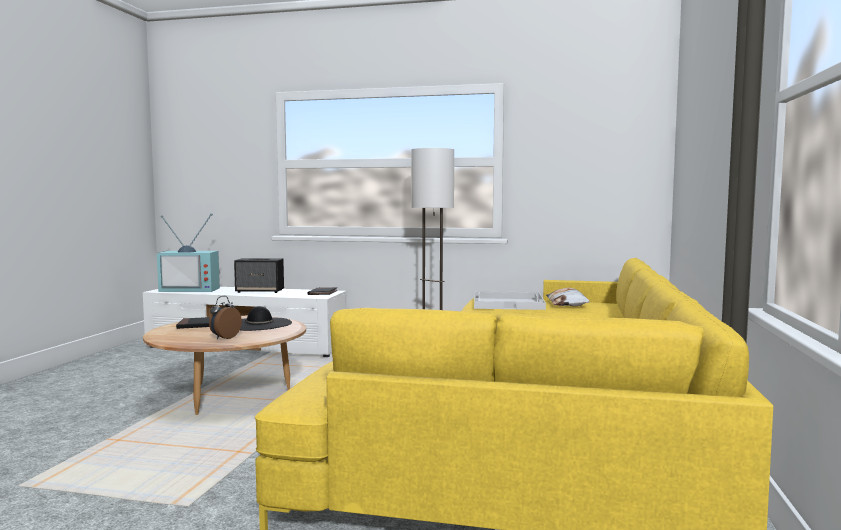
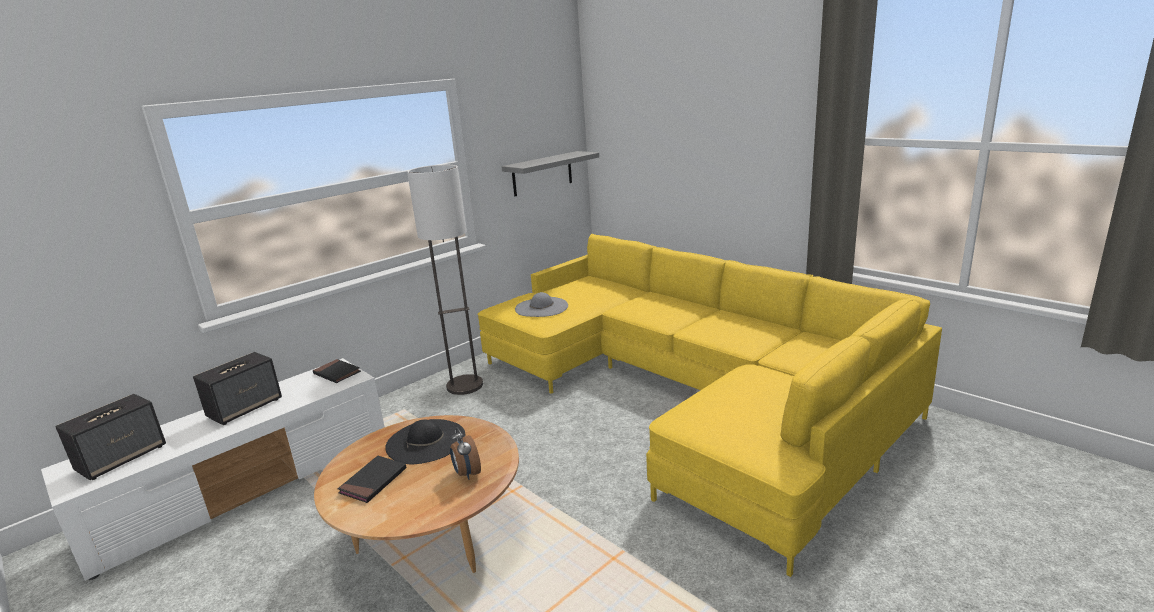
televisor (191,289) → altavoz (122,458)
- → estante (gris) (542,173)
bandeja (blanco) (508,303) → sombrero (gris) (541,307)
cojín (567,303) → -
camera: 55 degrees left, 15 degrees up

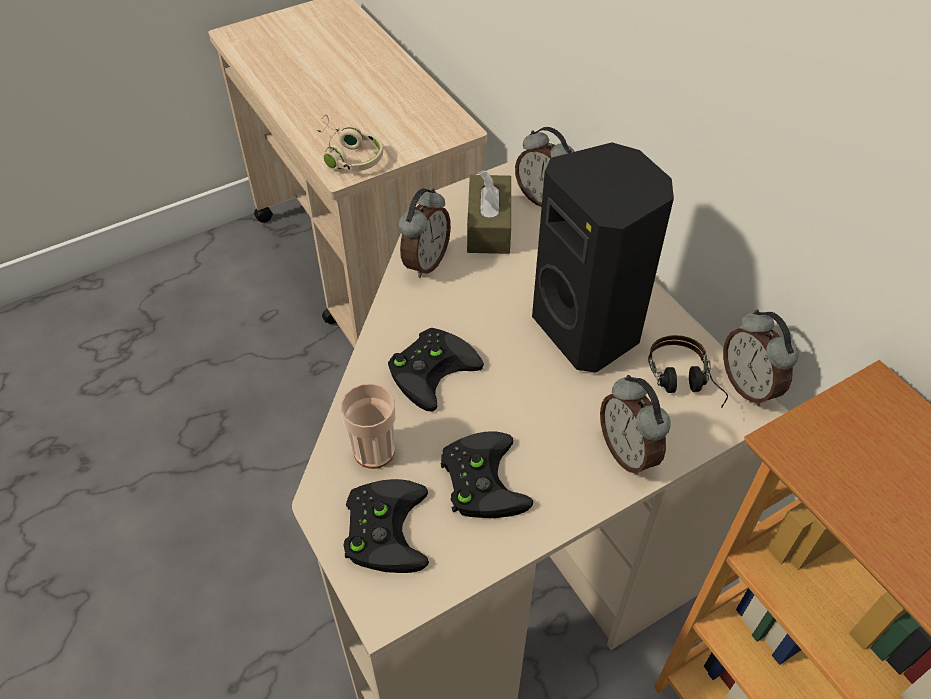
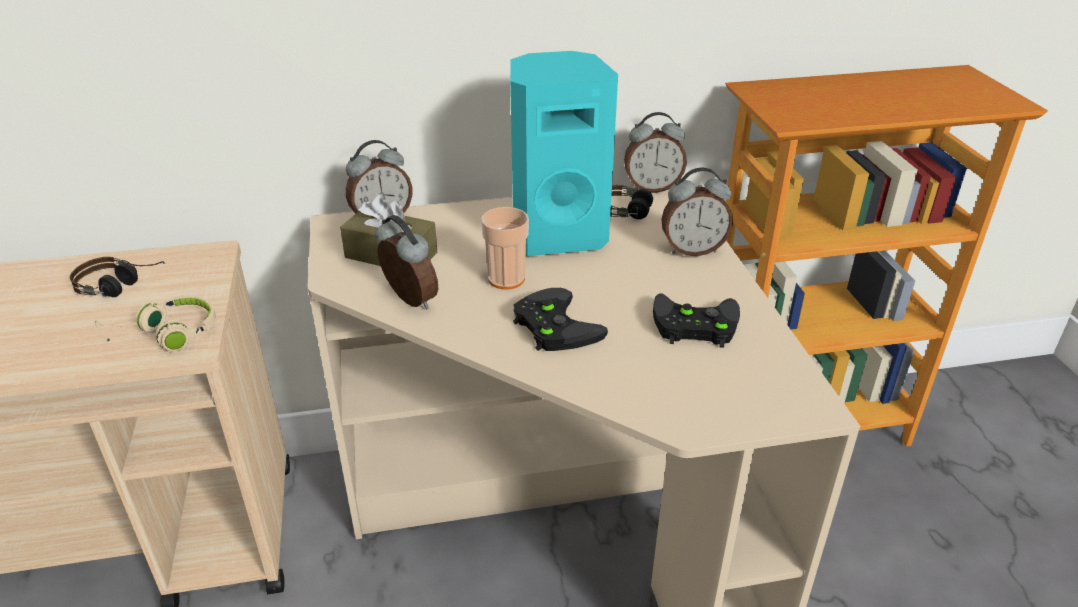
- → auriculares (123,287)
taza (374,451) → taza (506,279), relocated
altavoz (negro) (589,329) → altavoz (turquesa) (556,235)
mando de consola (negro) (383,527) → -
camera: 70 degrees left, 15 degrees down

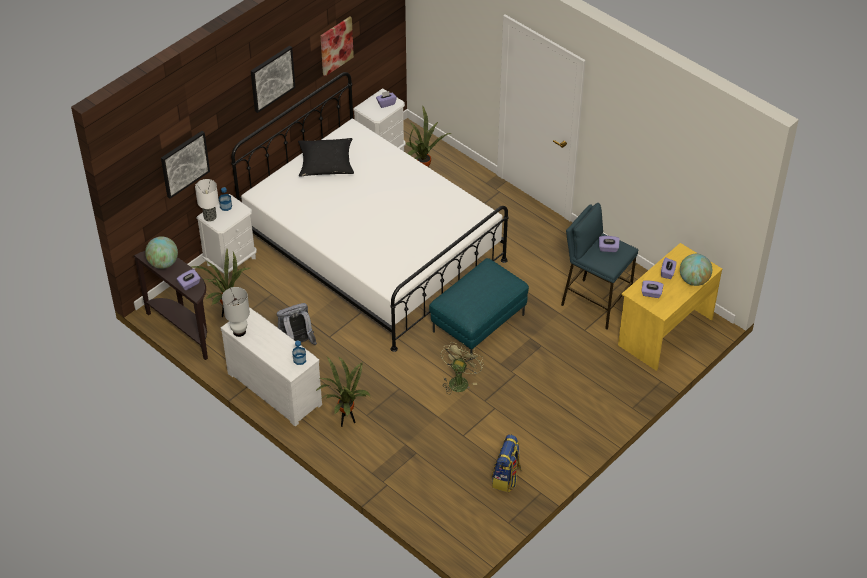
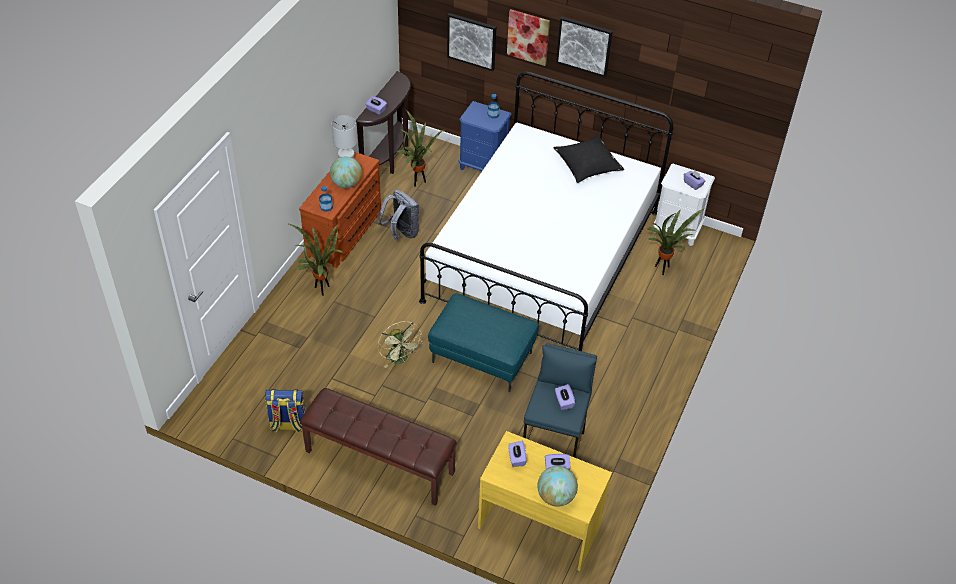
cómoda (blanco) (276,387) → cómoda (marrón) (346,233)
- → banco (marrón) (379,462)
globo terráqueo (163,263) → globo terráqueo (346,184), relocated
ventilador (verde) (459,381) → ventilador (verde) (400,359), 60 degrees clockwise
mesita de noche (blanco) (231,260) → mesita de noche (azul) (483,166)
cuadro (336,46) → cuadro (528,37), relocated
lámpara de mesa (209,217) → -
camera: 70 degrees right, 0 degrees up

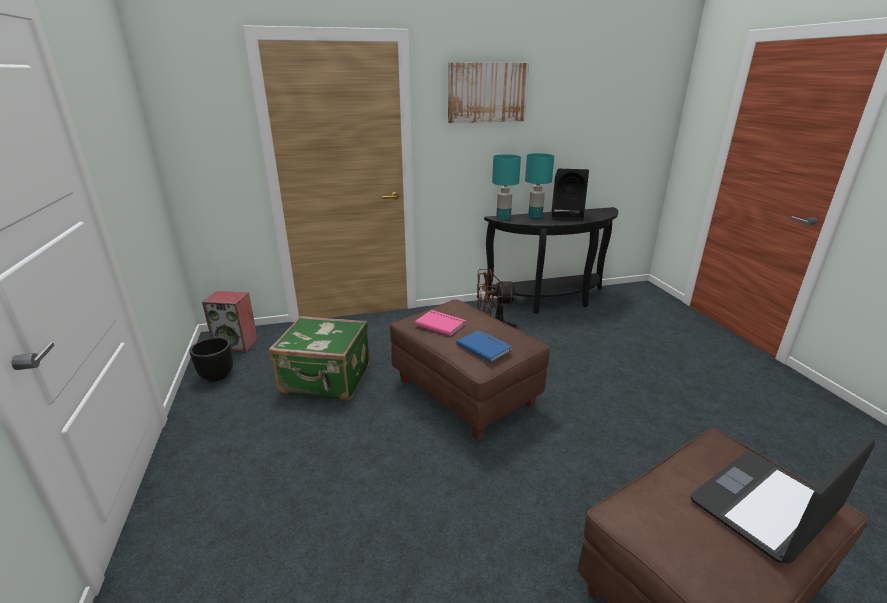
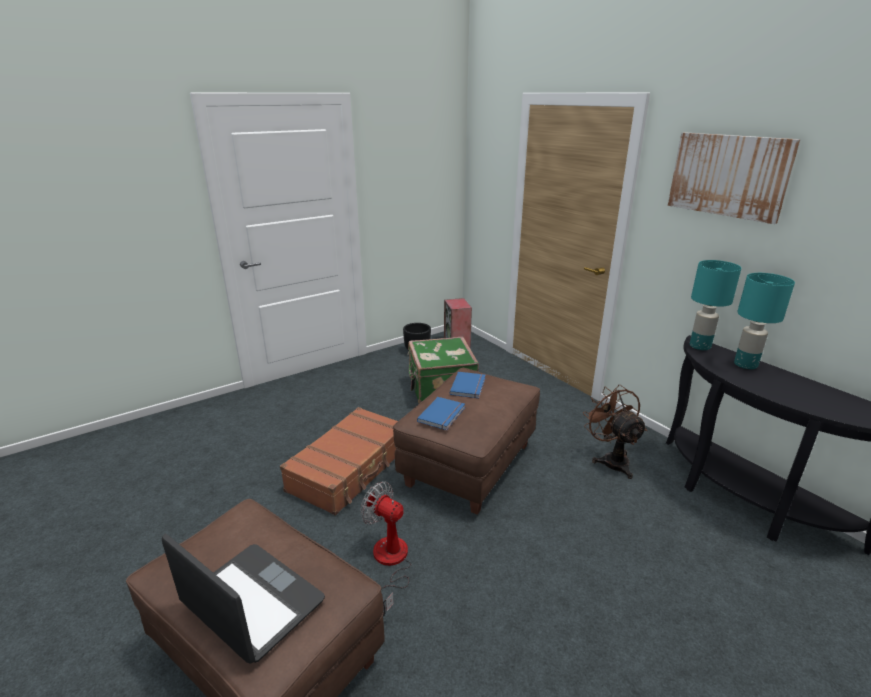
- → maleta (marrón) (350,469)
- → ventilador (390,562)
libro (rosa) (441,324) → libro (azul) (469,386)
altavoz (negro) (567,216) → -
camera: 70 degrees right, 0 degrees up

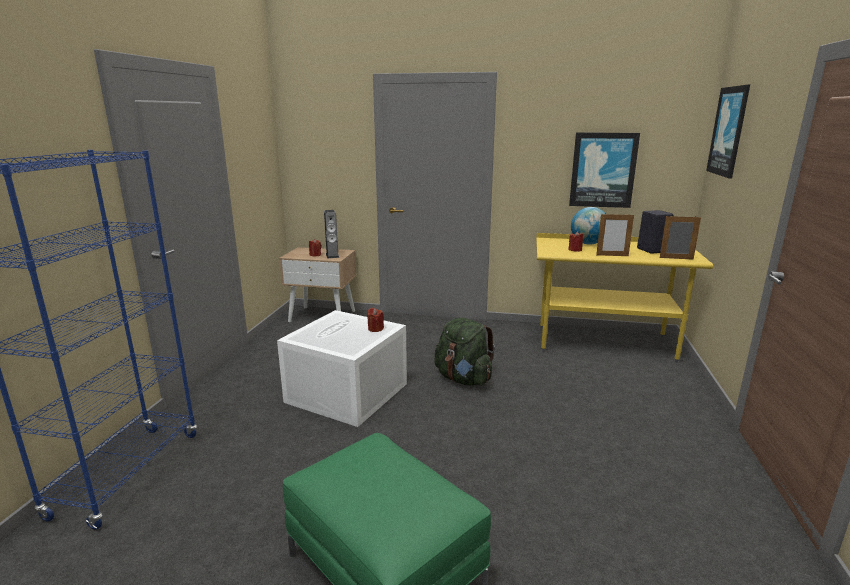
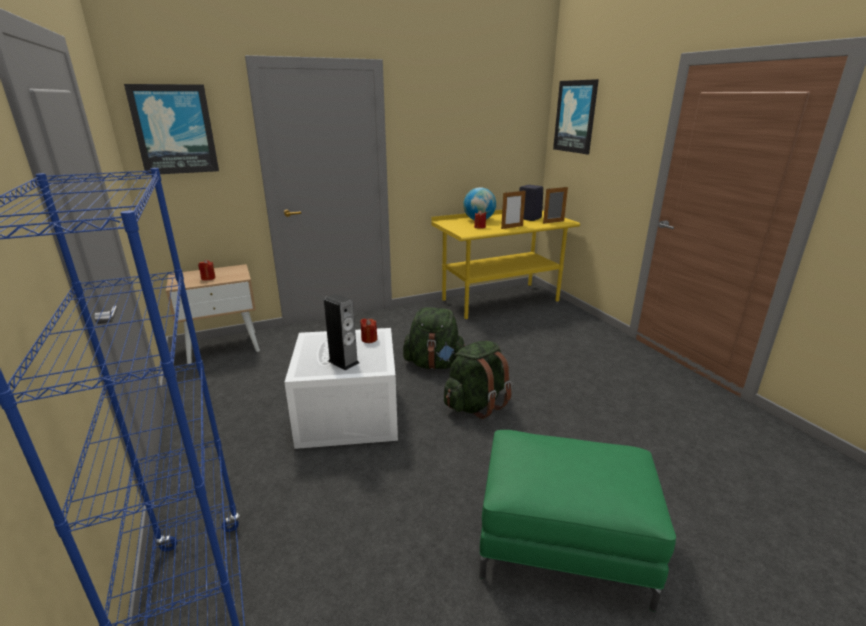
cuadro (603,170) → cuadro (174,130), relocated
altavoz (332,255) → altavoz (343,362), relocated
- → mochila (verde) (476,404)
camera: 35 degrees left, 5 degrees up

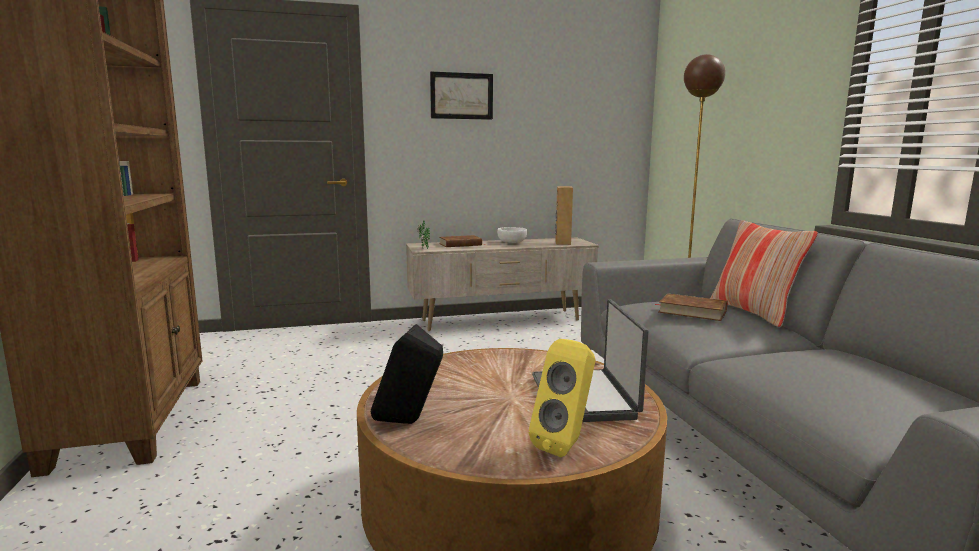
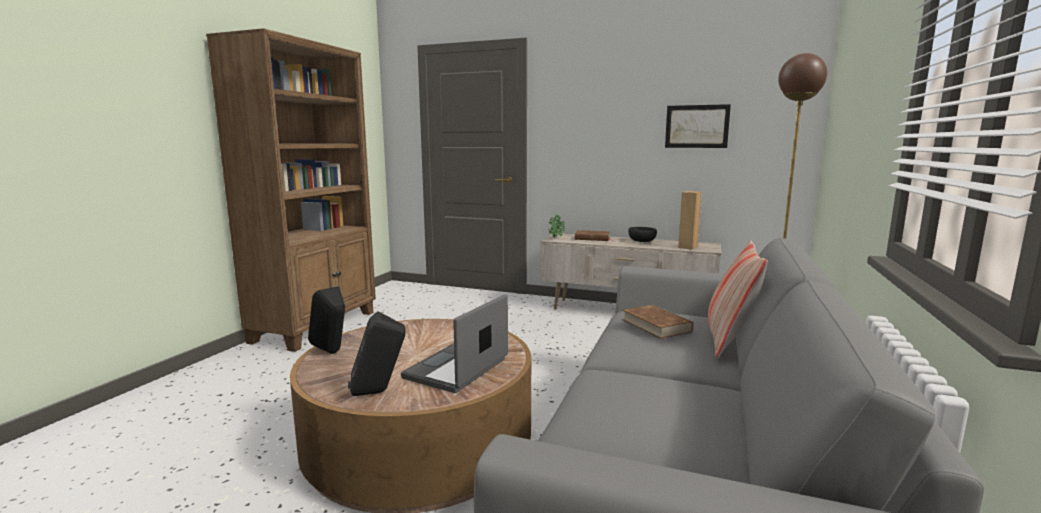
altavoz (amarillo) (566,445) → altavoz (negro) (379,392)
cuenco (blanco) (512,242) → cuenco (negro) (641,241)
cuadro (461,96) → cuadro (696,126), relocated
camera: 35 degrees right, 0 degrees up

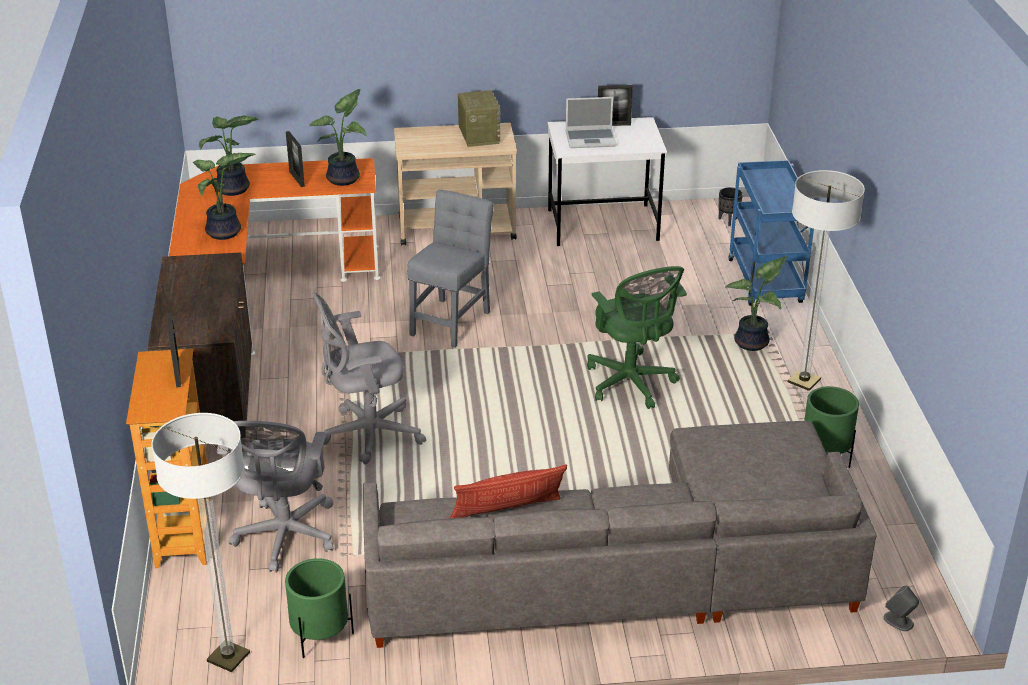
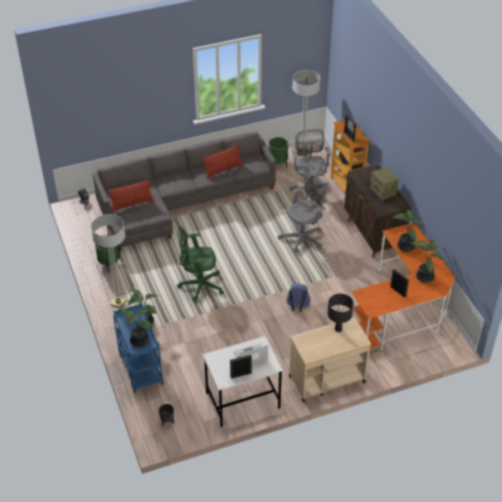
- → cojín (132,204)
planta en maceta (345,179) → planta en maceta (138,342), relocated
silla de oficina (verde) (631,384) → silla de oficina (verde) (199,285), 60 degrees counterclockwise
silla (gris) (451,320) → mochila (azul) (297,307)
- → lámpara de mesa (negro) (338,329)
radio (478,136) → radio (383,191), relocated
camera: 165 degrees right, 10 degrees up

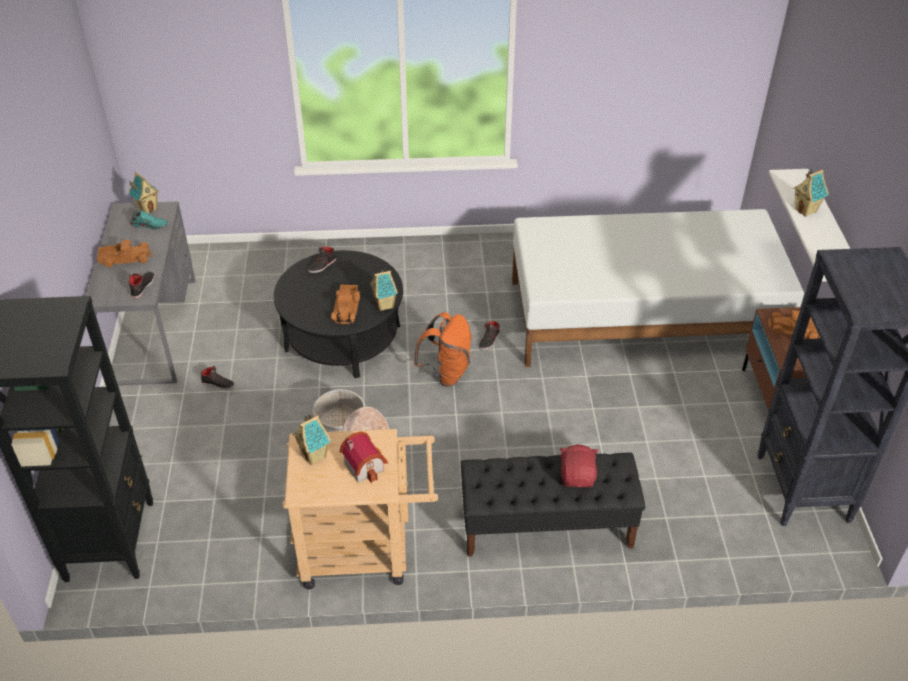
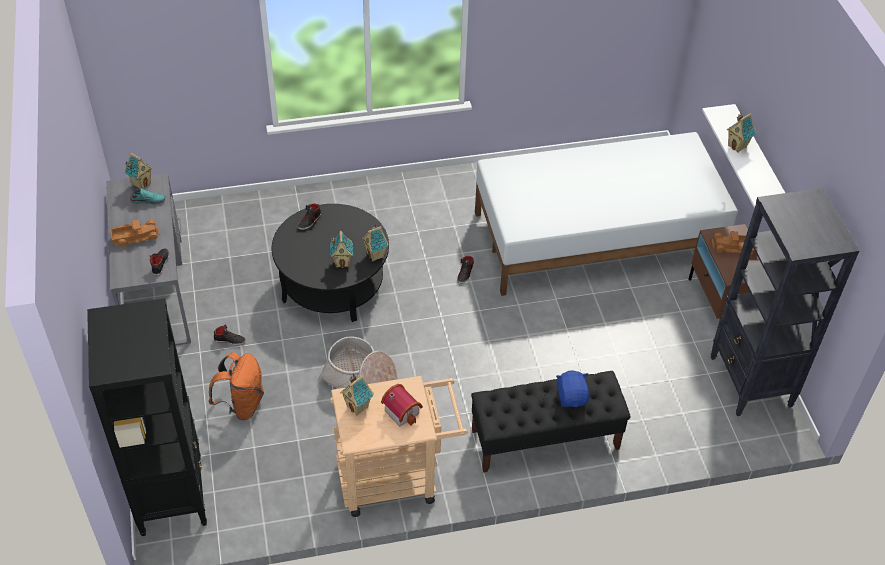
mochila (naranja) (446,373) → mochila (naranja) (242,404), relocated
camión de juguete (347,309) → casita (342,262)
peluche (rojo) (577,477) → peluche (azul) (572,397)
camera: 10 degrees left, 5 degrees up

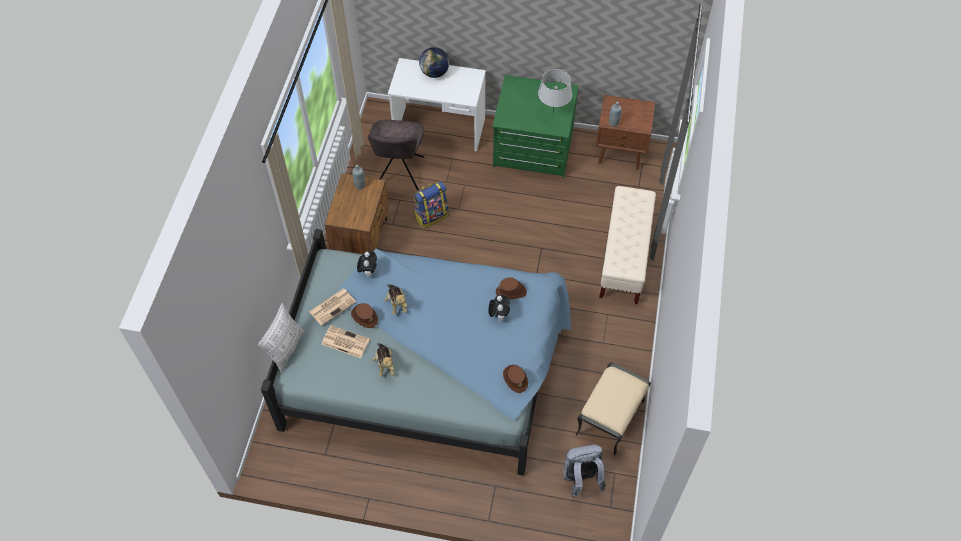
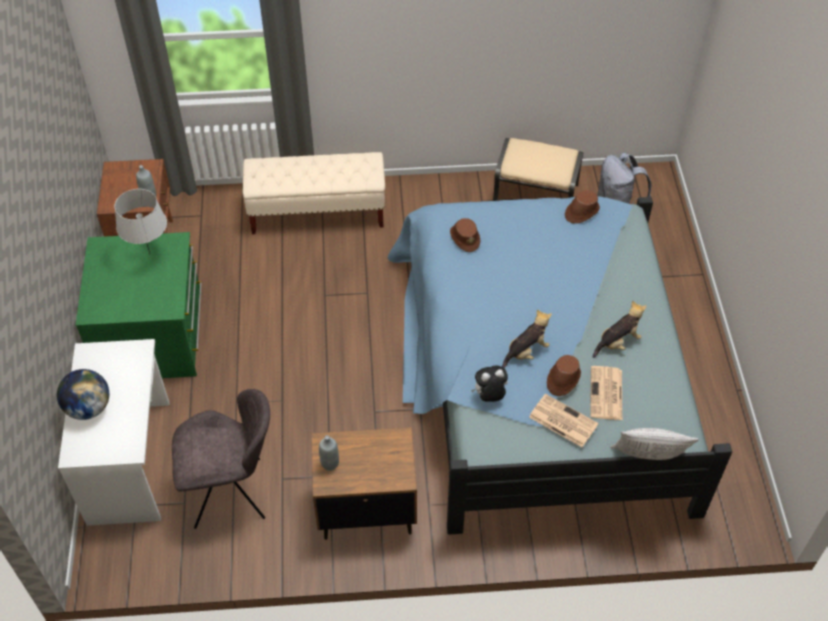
mochila (431,216) → -
peluche (498,315) → -
camera: 105 degrees left, 5 degrees down

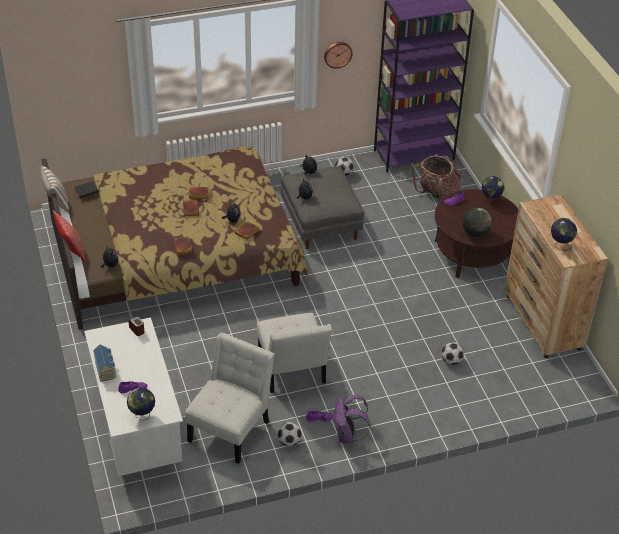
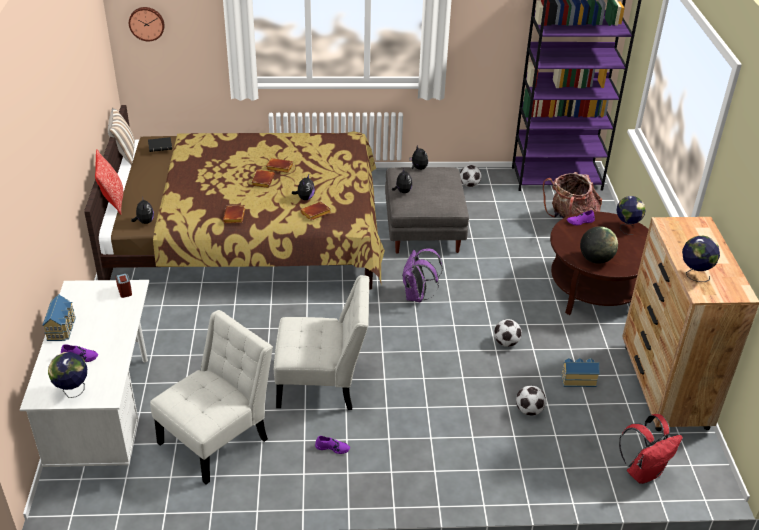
reloj de pared (337,54) → reloj de pared (146,23), relocated
silla (blanco) (292,371) → silla (blanco) (322,384), 90 degrees counterclockwise
mochila (morado) (347,436) → mochila (morado) (417,296), relocated
balón de fútbol (289,442) → balón de fútbol (506,343), relocated
- → casita (577,379)
- → mochila (rojo) (643,471)
camera: 15 degrees right, 5 degrees down

